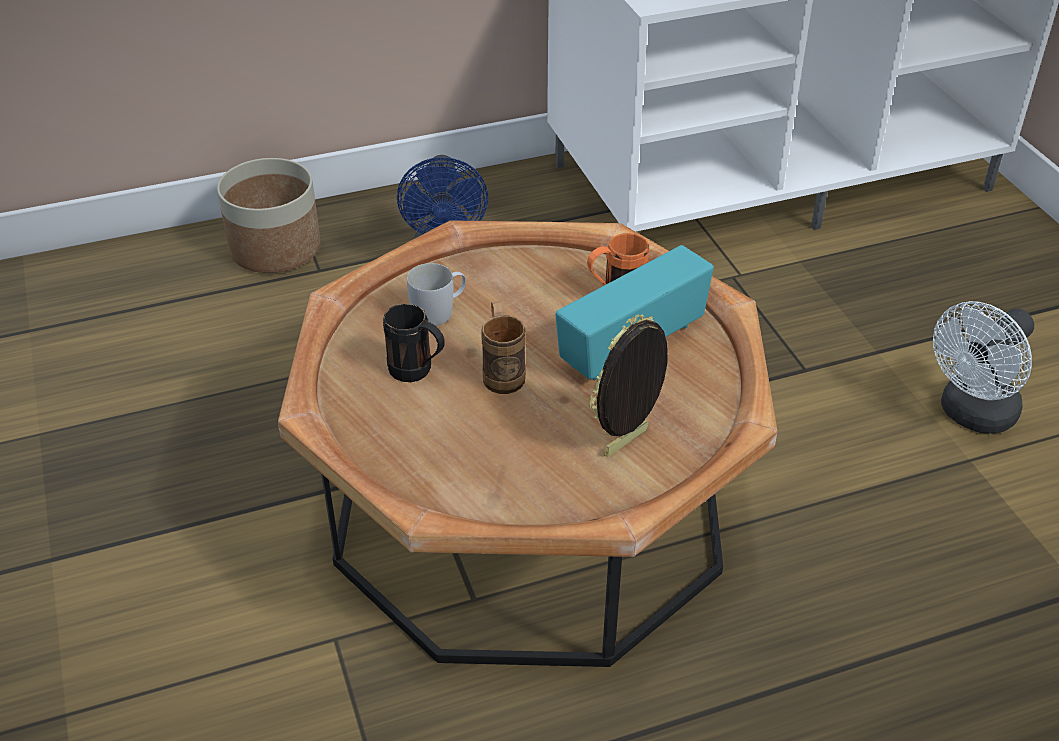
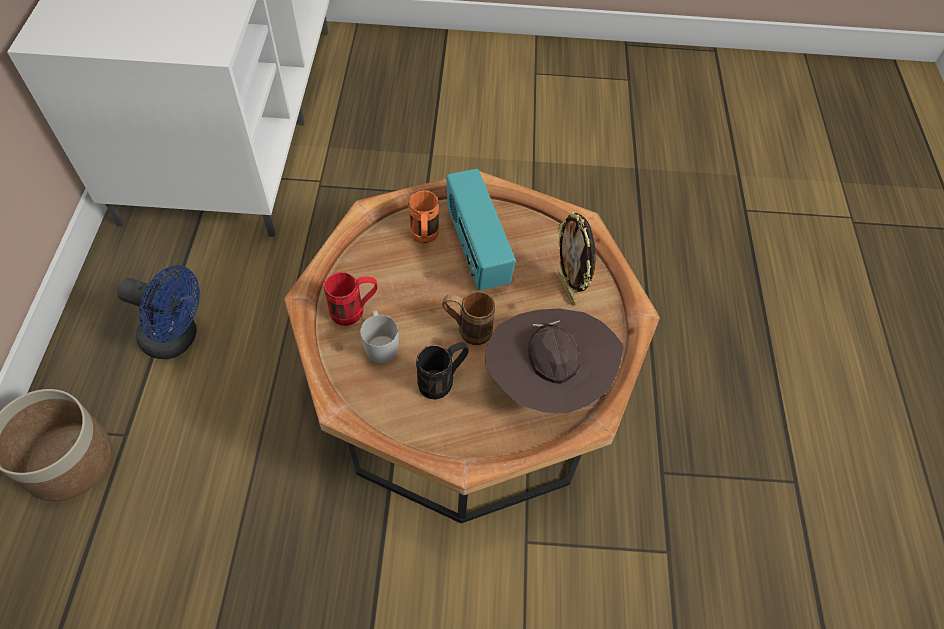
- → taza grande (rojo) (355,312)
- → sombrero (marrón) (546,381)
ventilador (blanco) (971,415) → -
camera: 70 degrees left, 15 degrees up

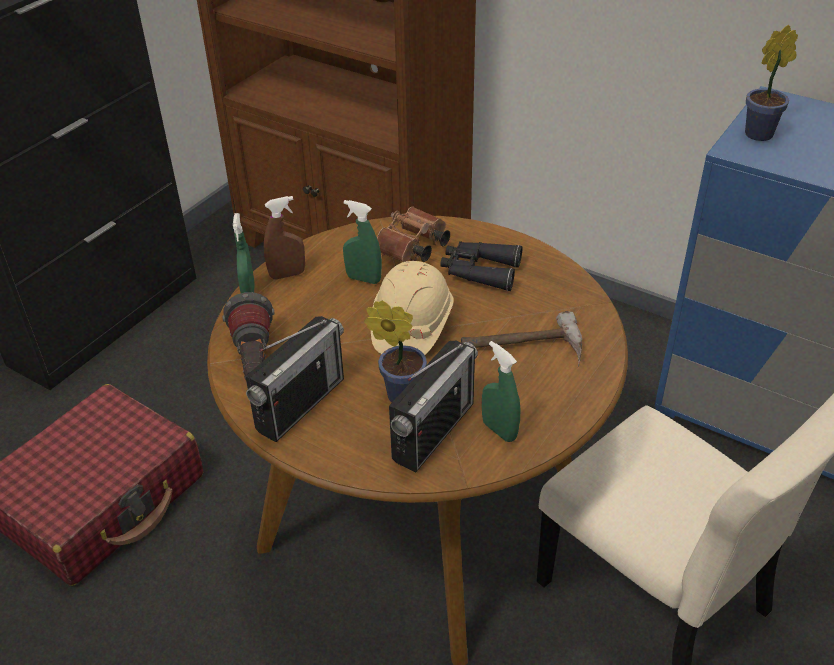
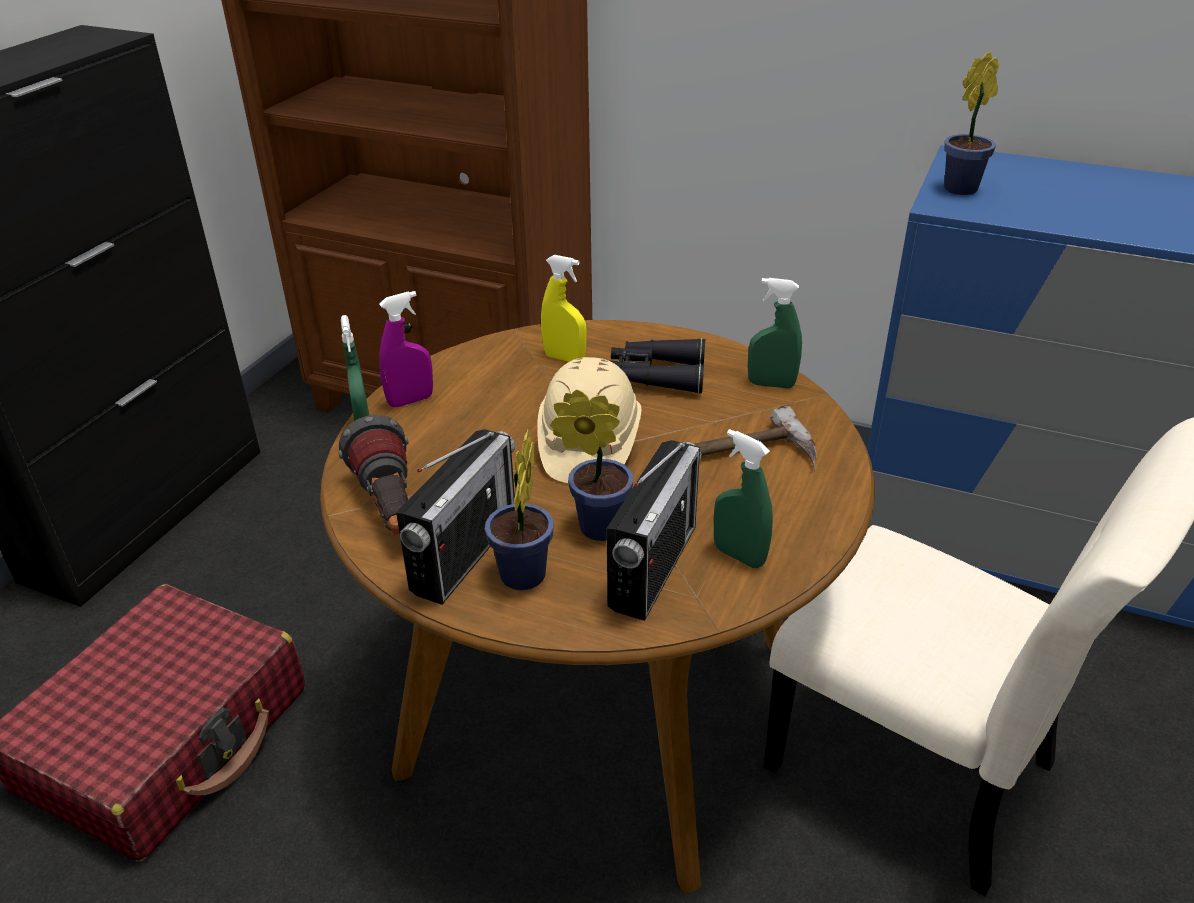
pulverizador (marrón) (287,274) → pulverizador (morado) (410,401)
- → planta en maceta (521,580)
prismáticos (marrón) (412,249) → pulverizador (amarillo) (564,358)
pulverizador (verde) (363,279) → pulverizador (verde) (771,384), relocated
camera: 10 degrees left, 5 degrees down

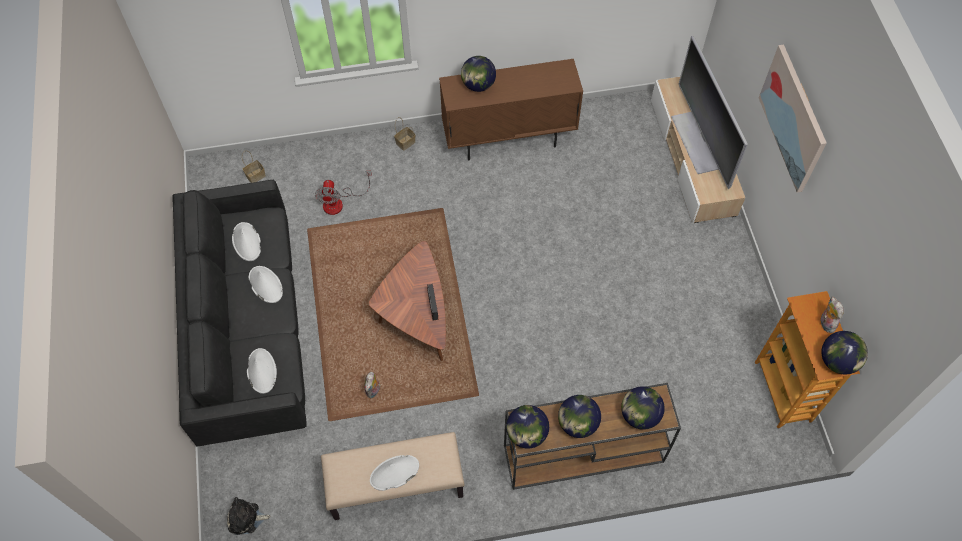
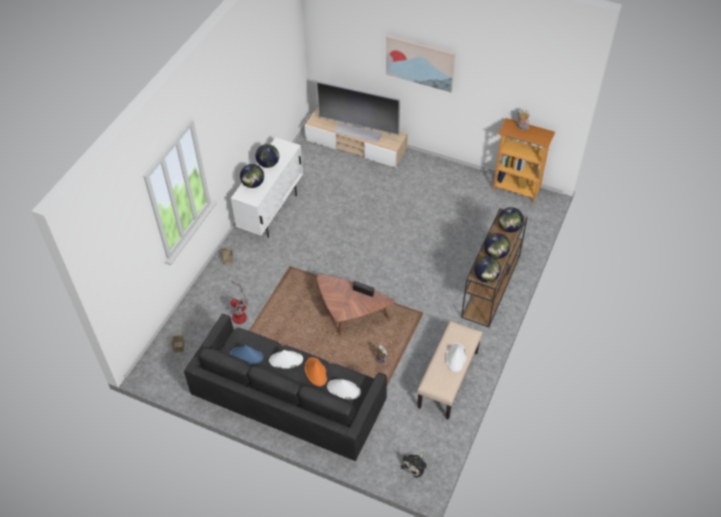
sombrero (blanco) (247,242) → sombrero (azul) (247,355)
armario (marrón) (509,139) → armario (blanco) (272,212)
globo terráqueo (837,361) → globo terráqueo (268,164), relocated
- → sombrero (naranja) (316,372)
camera: 55 degrees left, 10 degrees down

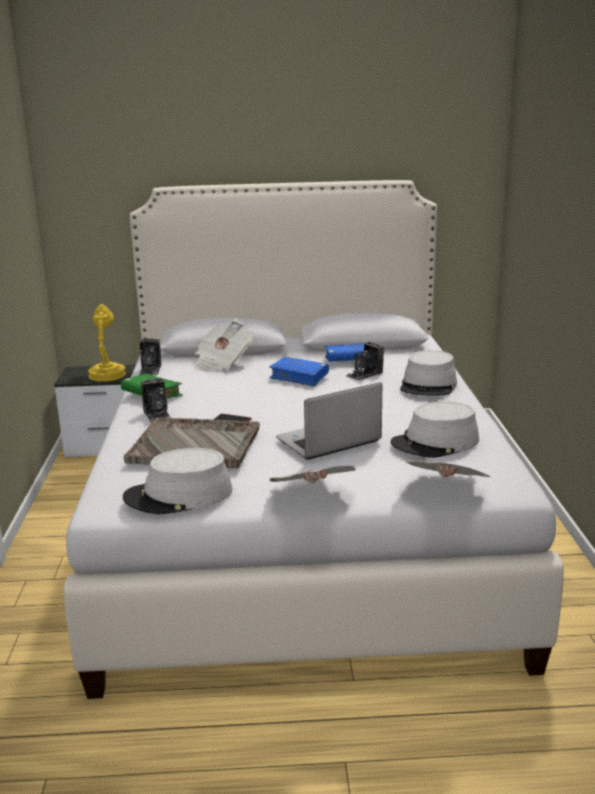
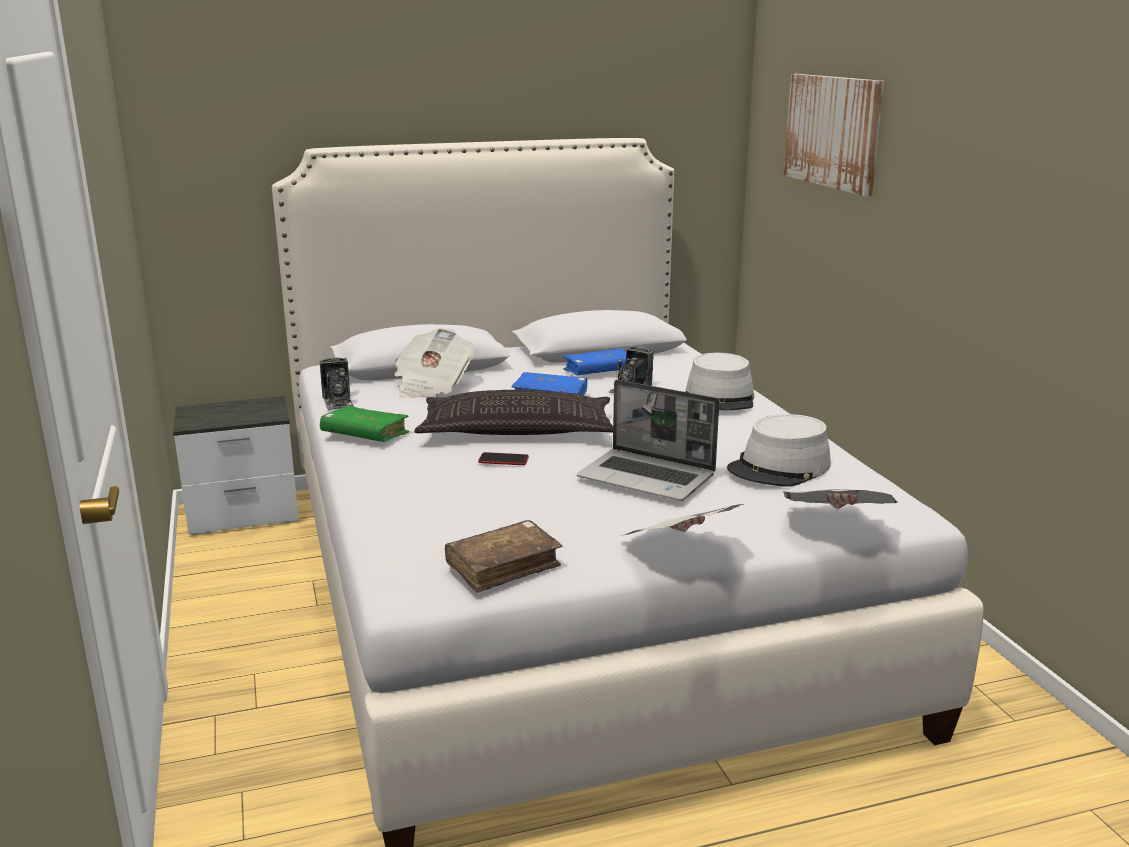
- → cojín (517,430)
sombrero (gris) (179,495) → libro (marrón) (503,566)
portátil (328,441) → portátil (648,477), 105 degrees counterclockwise
- → cuadro (833,131)
lámpara de mesa (amarillo) (107,374) → -
bandeja (gris) (196,446) → -
cámara (158,415) → -
camera: 15 degrees left, 0 degrees up

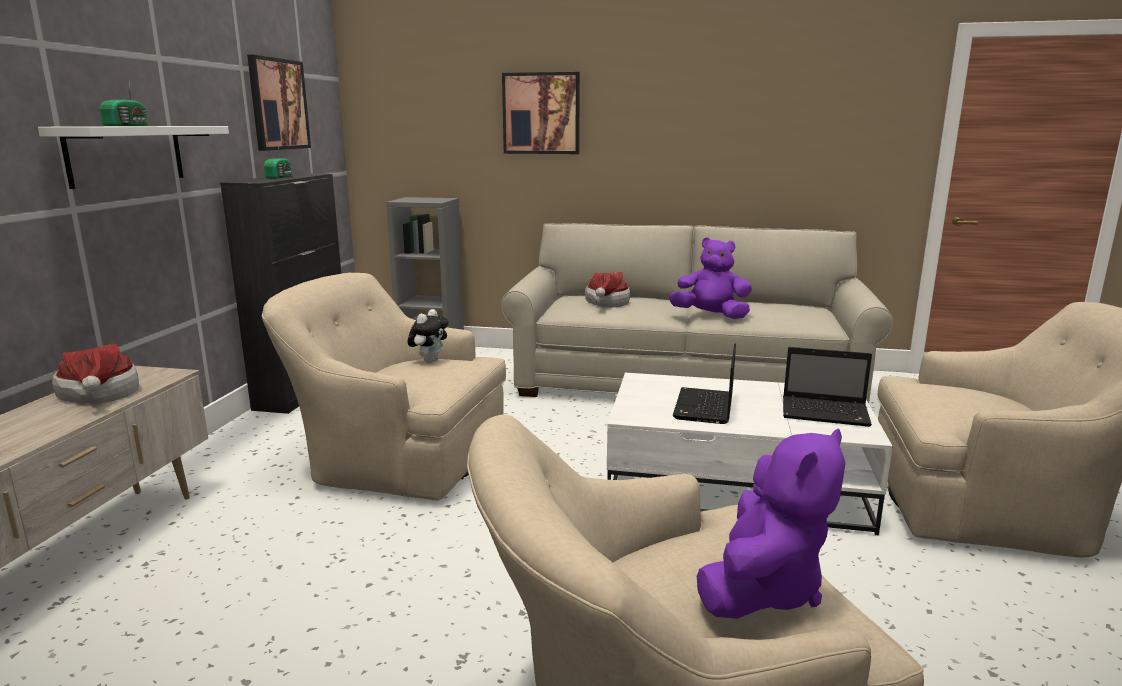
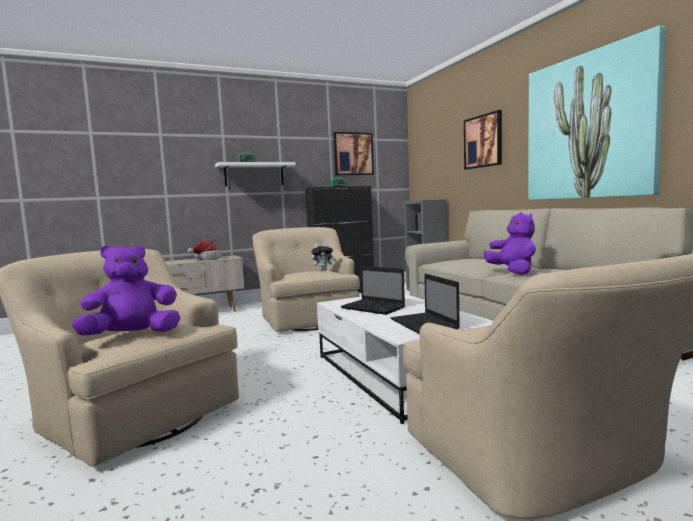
peluche (morado) (762,588) → peluche (morado) (132,335), 150 degrees clockwise
portátil (704,408) → portátil (374,308), 120 degrees counterclockwise
- → cuadro (589,127)
sombrero (606,303) → -
camera: 55 degrees right, 10 degrees down

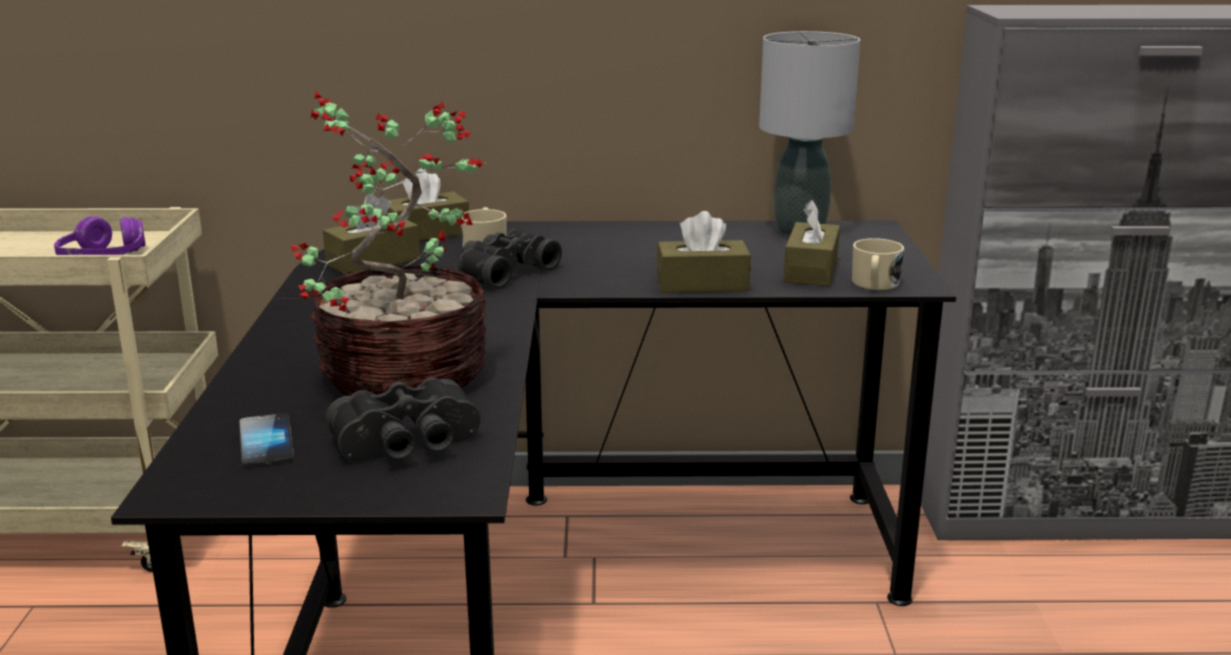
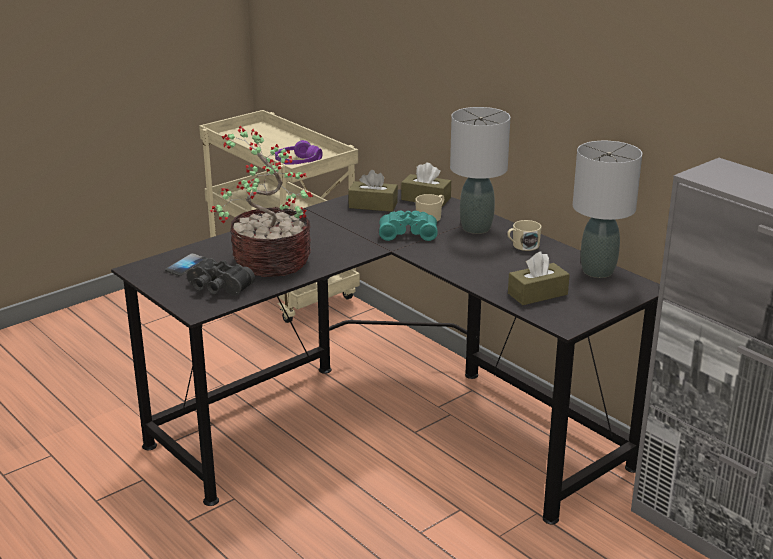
prismáticos (negro) (503,272) → prismáticos (turquesa) (408,233)
- → lámpara de mesa (gris) (476,228)
taza grande (beis) (874,284) → taza grande (beis) (522,246), relocated
caja de pañuelos (marrón) (702,284) → -
camera: 50 degrees right, 5 degrees up

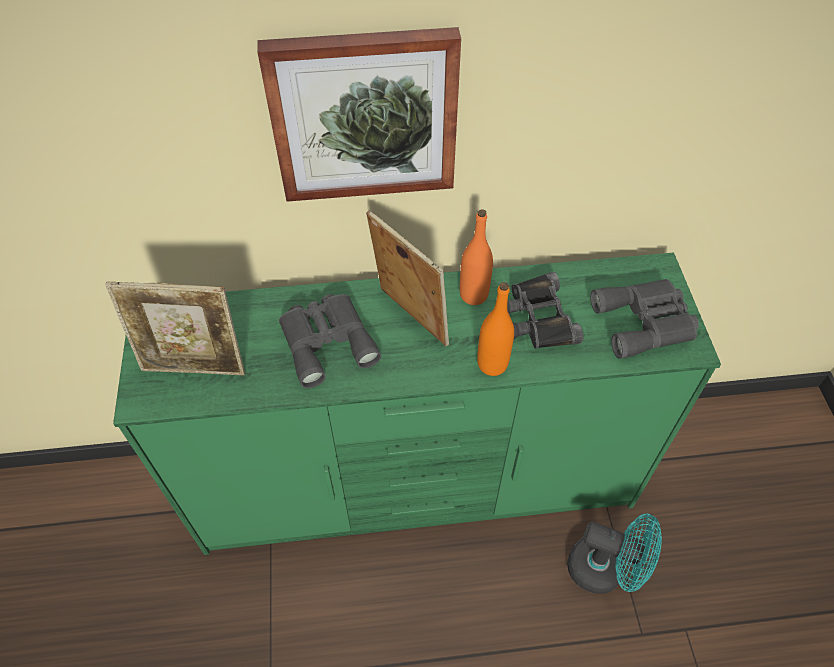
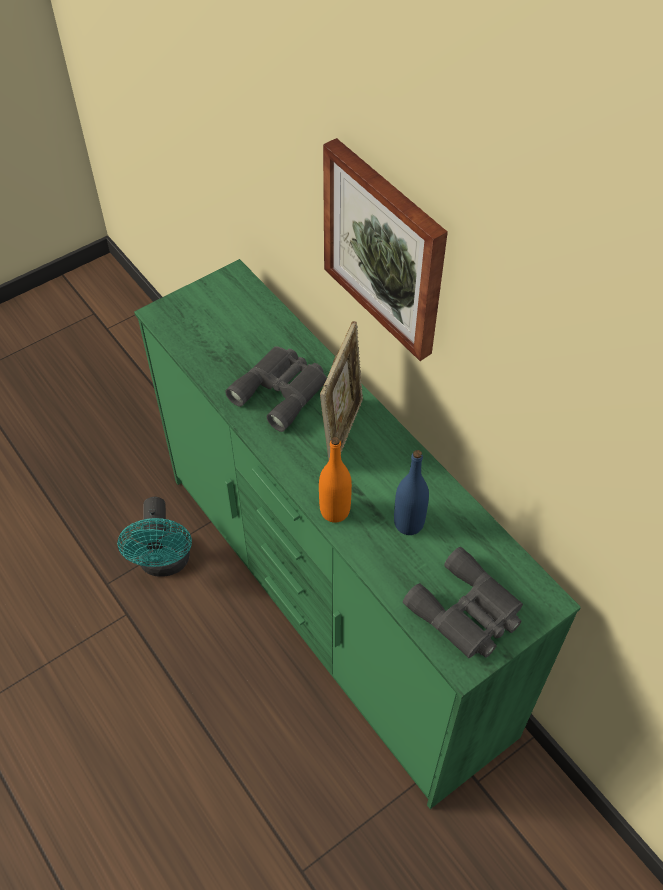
ventilador (turquesa) (605,570) → ventilador (turquesa) (165,563), relocated
prismáticos (negro) (537,318) → botella (azul) (408,523)
portarretratos (195,367) → -
botella (naranja) (473,295) → -
camera: 60 degrees right, 0 degrees up

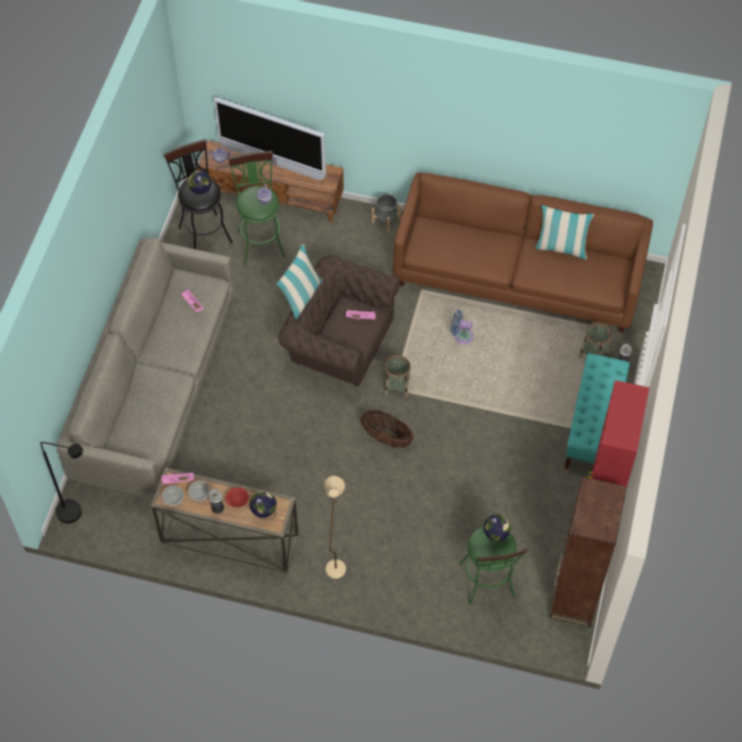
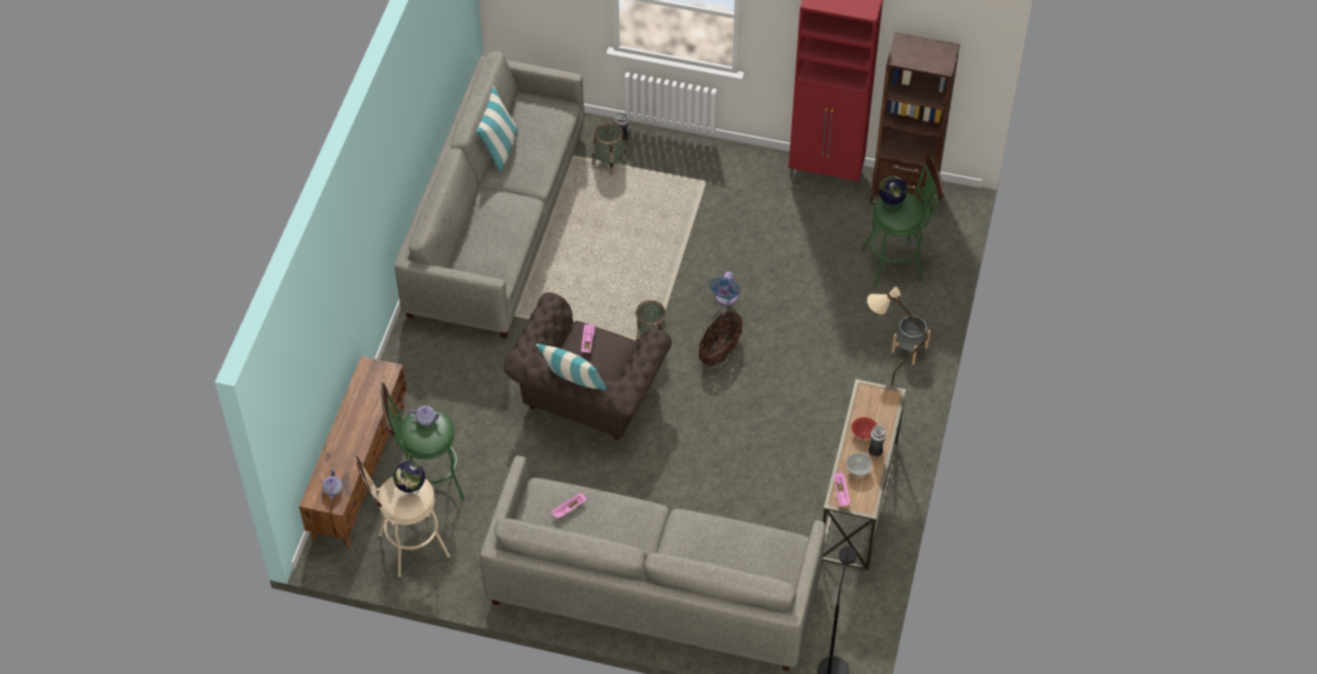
taburete (negro) (203,231) → taburete (beis) (408,548)
sofá (marrón) (518,274) → sofá (gris) (496,223)
ventilador (azul) (461,336) → ventilador (azul) (725,298), relocated
maceta (gris) (386,220) → maceta (gris) (909,349), relocated
cuenco (174,499) → -
televisor (272,162) → -
globo terráqueo (264,513) → -
banco (turquesa) (593,427) → -
camera: 90 degrees left, 5 degrees down

